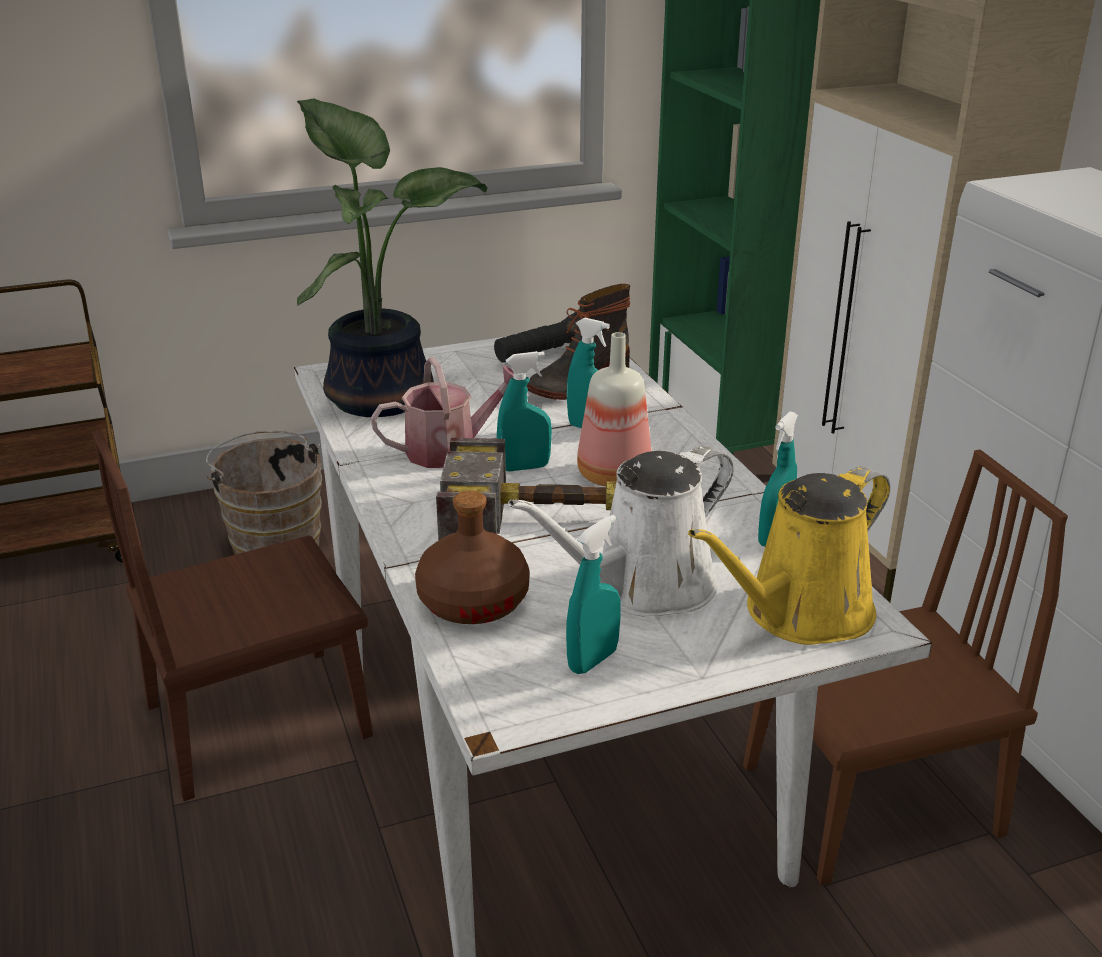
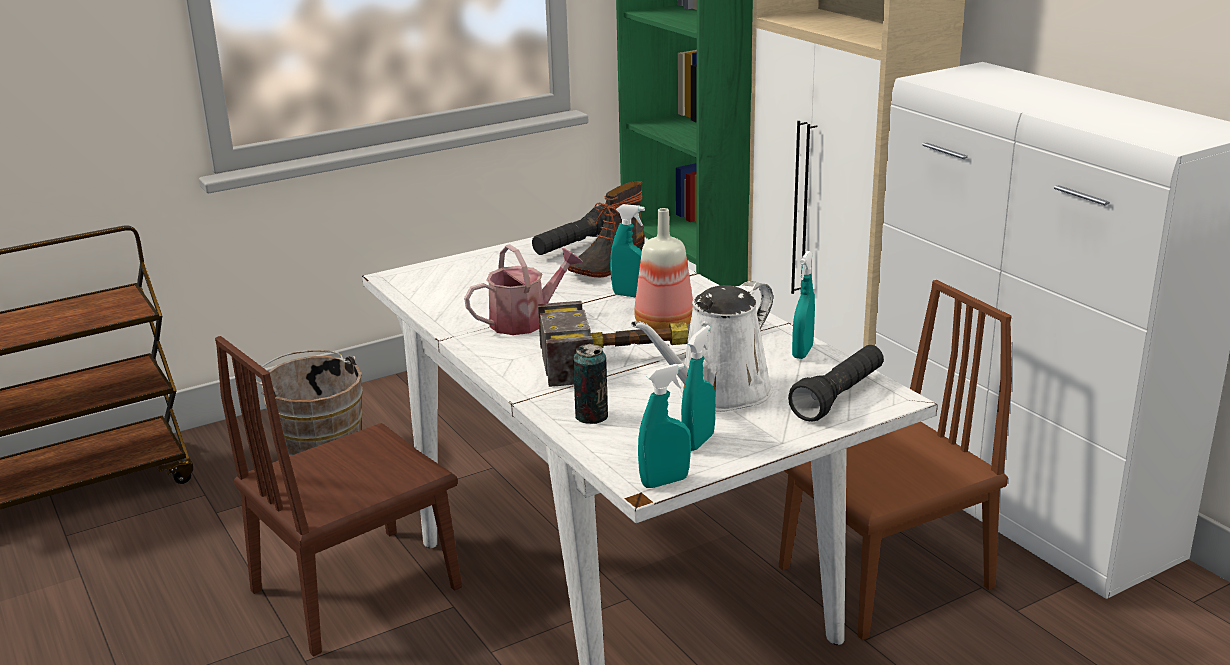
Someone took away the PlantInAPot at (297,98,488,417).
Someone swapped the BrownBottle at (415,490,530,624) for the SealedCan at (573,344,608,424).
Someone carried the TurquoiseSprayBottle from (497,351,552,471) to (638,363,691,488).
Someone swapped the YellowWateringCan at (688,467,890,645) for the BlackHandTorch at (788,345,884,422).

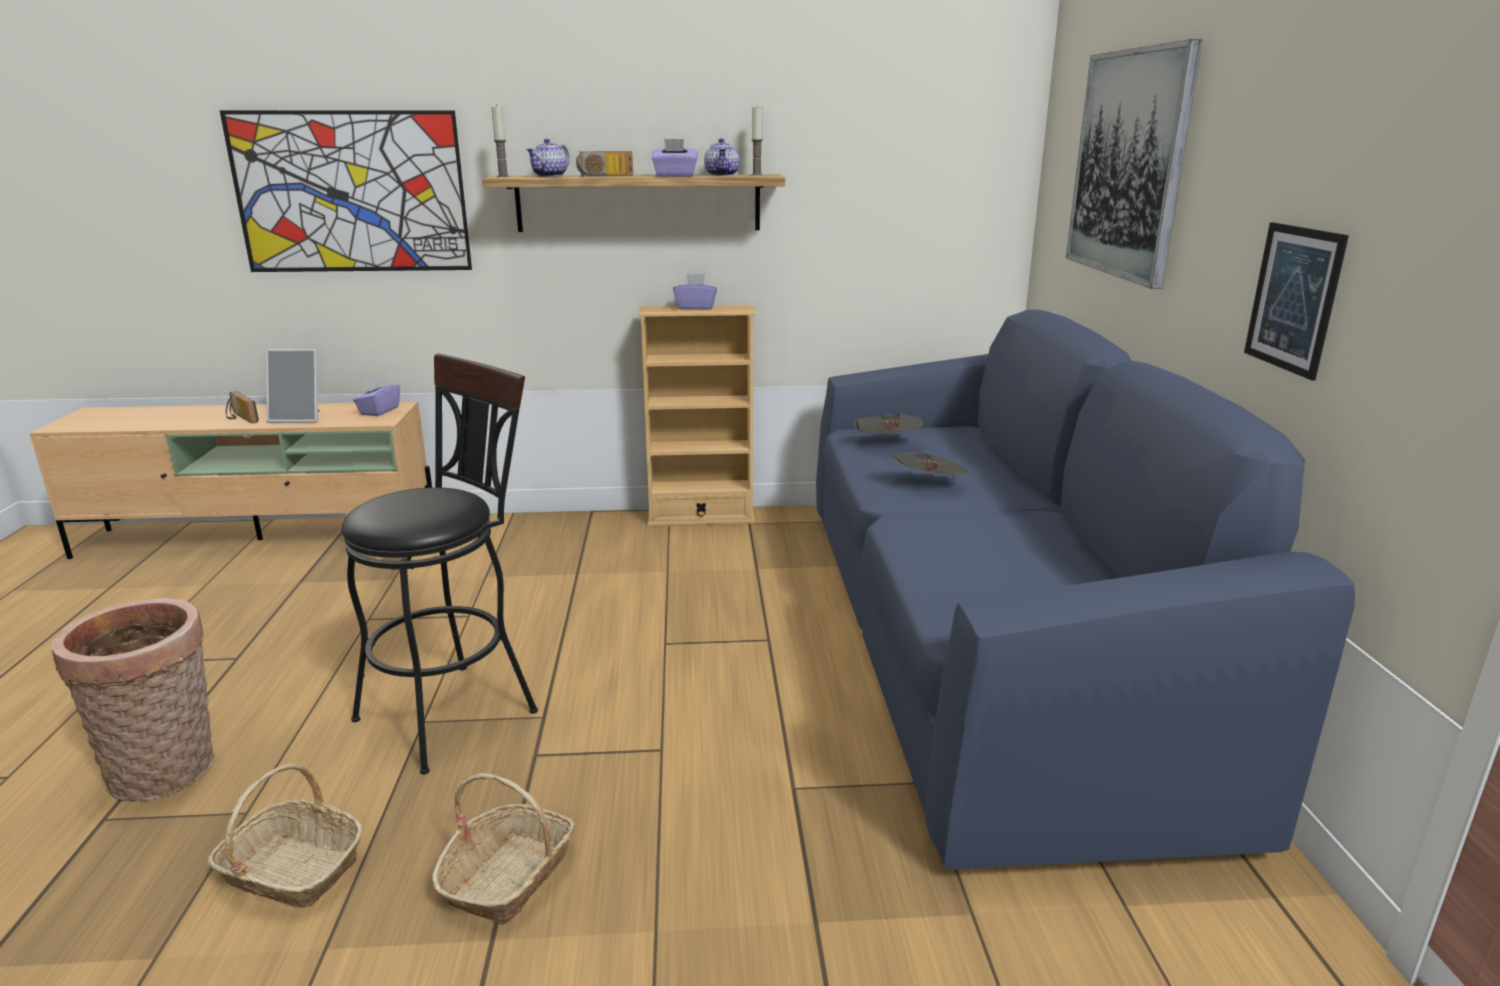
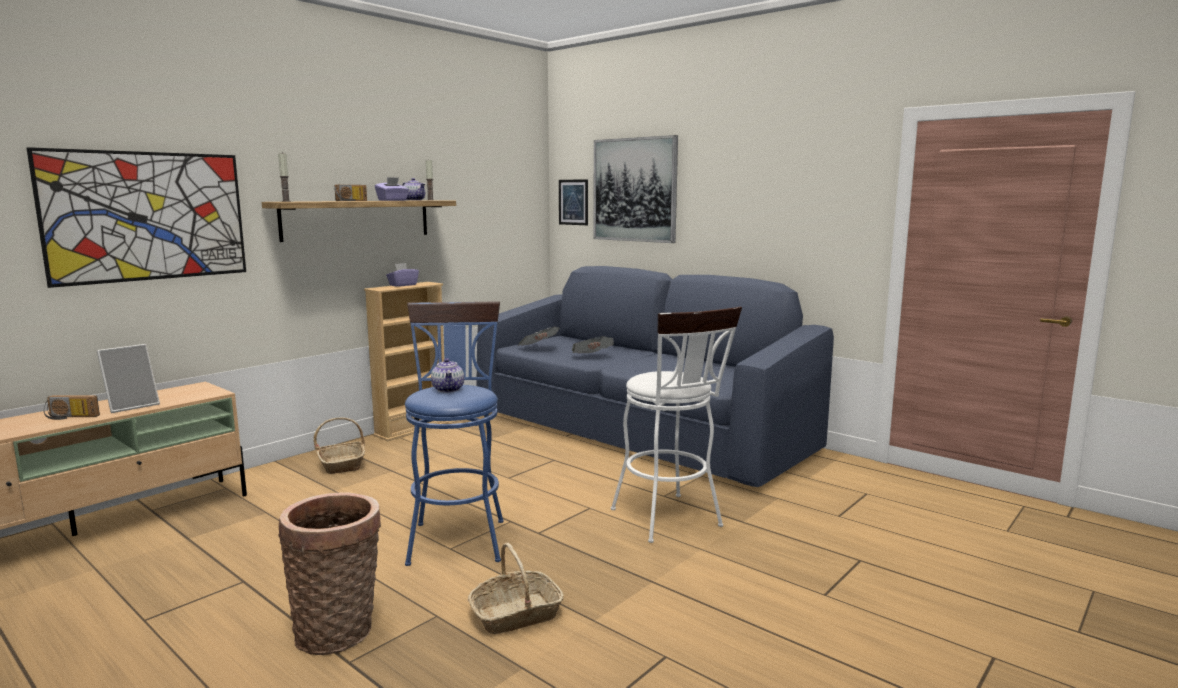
Someone repainted the BlackStool at (341,353,538,774), which became the BlueColouredStool at (405,301,504,566).
Someone took away the PurpleBoxOfTissues at (353,377,400,416).
Someone carried the Basket from (432,773,575,925) to (314,417,365,474).
Someone carried the Teapot from (526,138,570,177) to (431,358,464,392).
Someone carried the Picture from (1244,222,1349,381) to (559,179,588,225).
Someone put down the WhitishStool at (611,307,742,543).

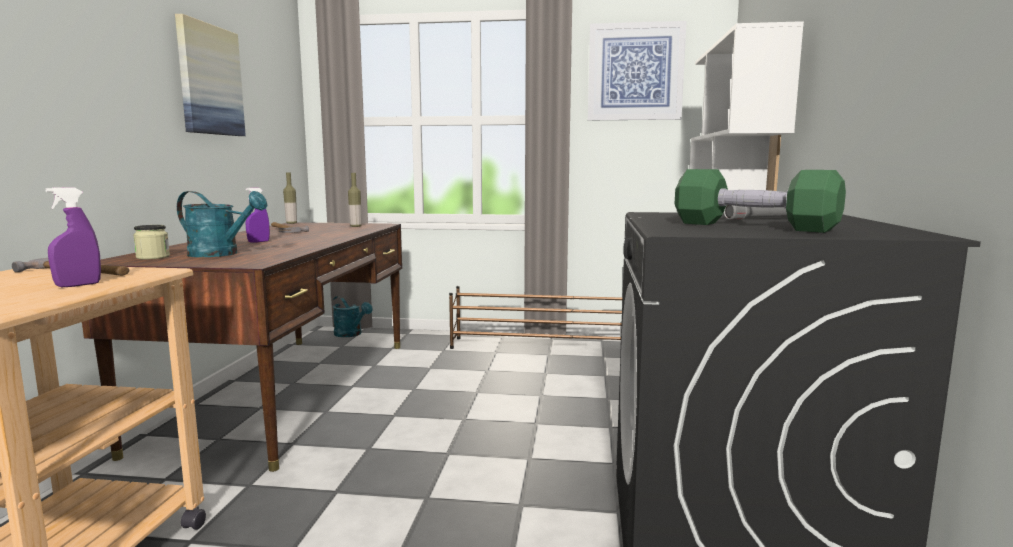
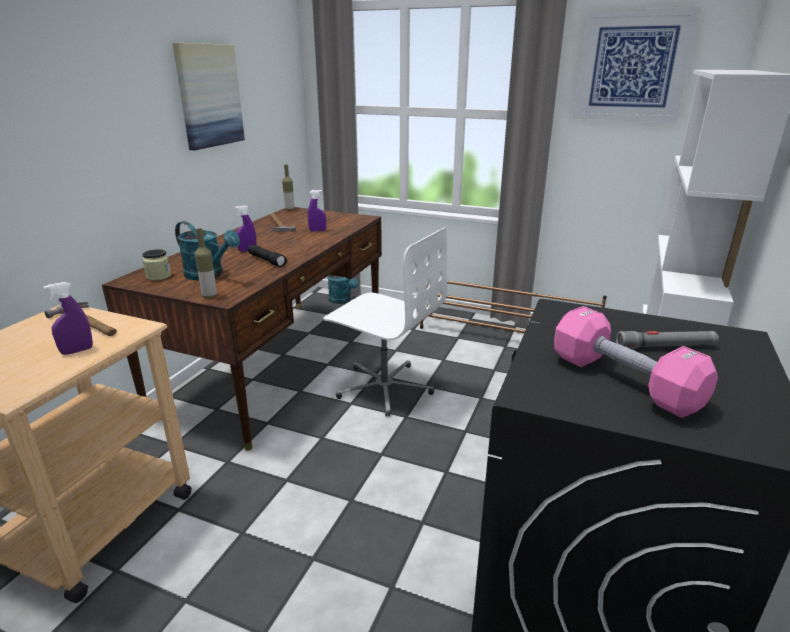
Someone carried the Bottle from (348,173,362,227) to (195,229,217,298).
Someone repainted the GreenDumbbell at (675,169,846,233), which became the PinkColouredDumbbell at (554,306,718,418).
Someone put down the BlackHandTorch at (248,245,287,267).
Someone put down the PurpleSprayBottle at (308,190,326,231).
Someone put down the WhitishDeskChair at (323,227,447,417).

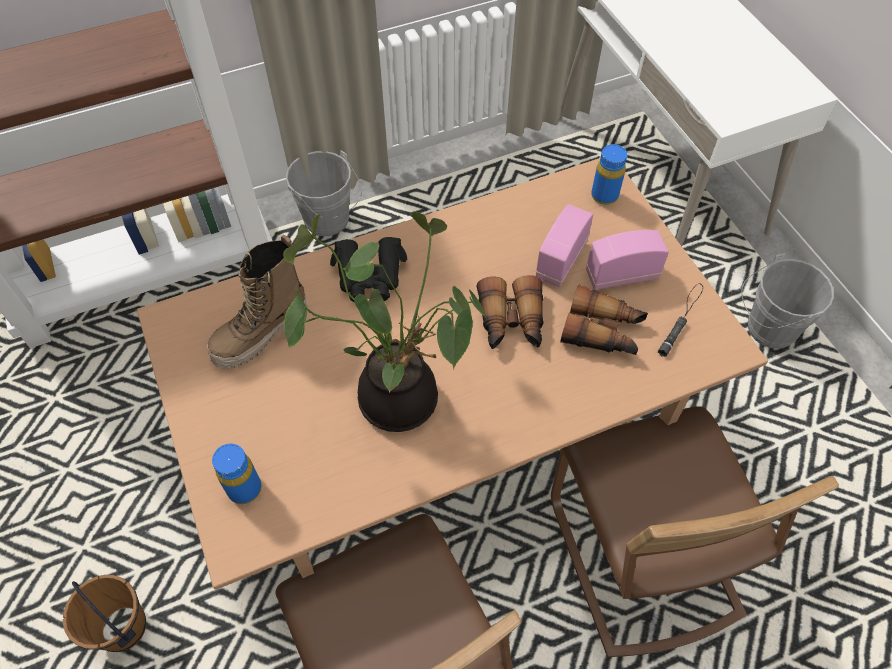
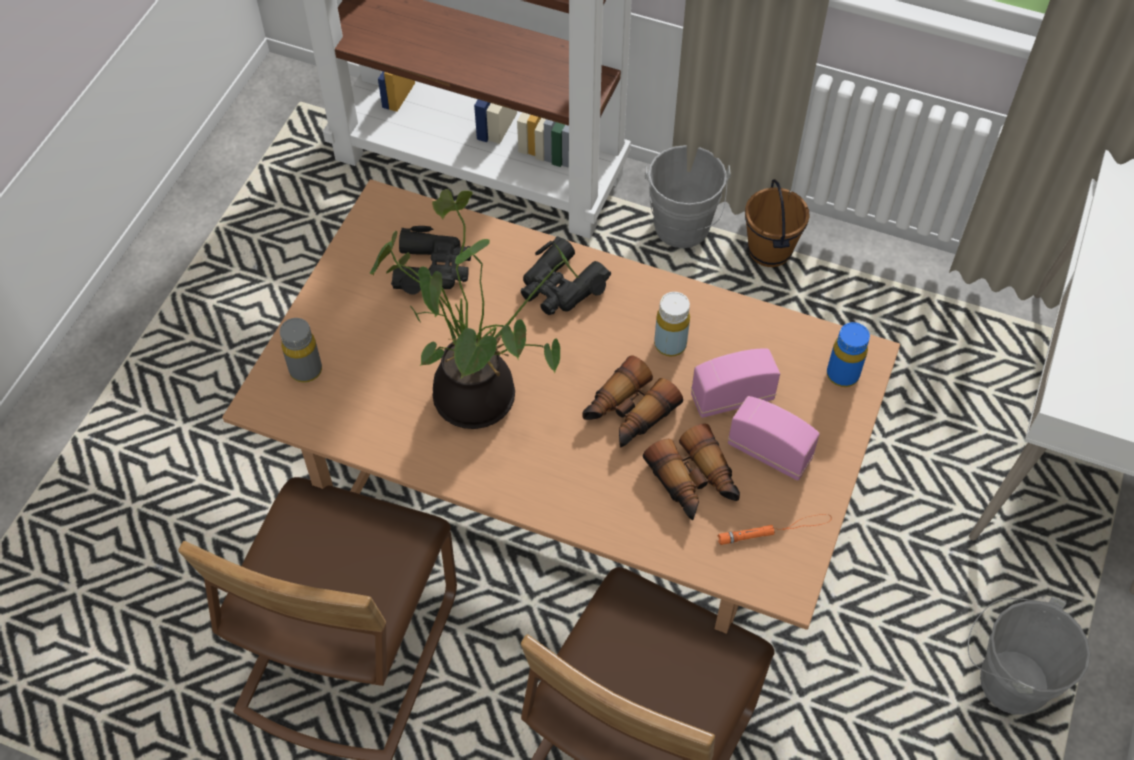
Someone carried the BrownPail from (63,575,146,652) to (745,179,810,267).
Someone swapped the HighTopBoot at (207,235,308,369) for the BlackBinoculars at (391,226,471,294).
Someone repainted the BlueColouredBottle at (212,444,262,504), which became the GreyBottle at (280,318,322,383).
Someone repainted the BlackHandTorch at (658,283,703,357), which became the OrangeColouredHandTorch at (717,514,832,545).
Someone put down the YellowBottle at (654,292,690,357).

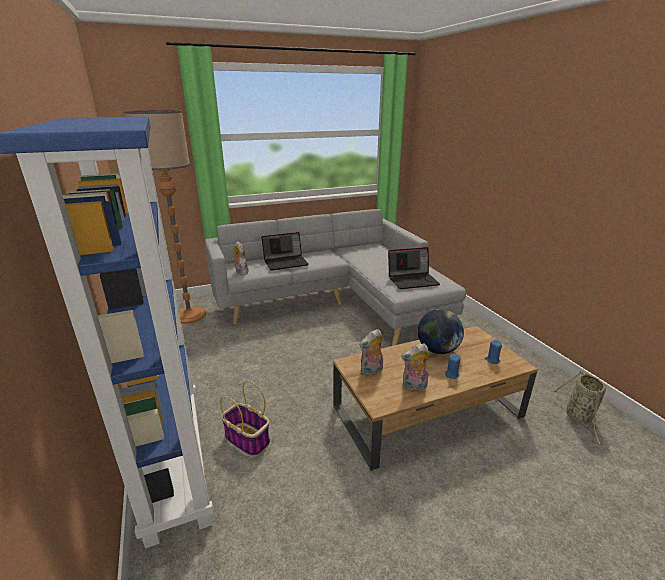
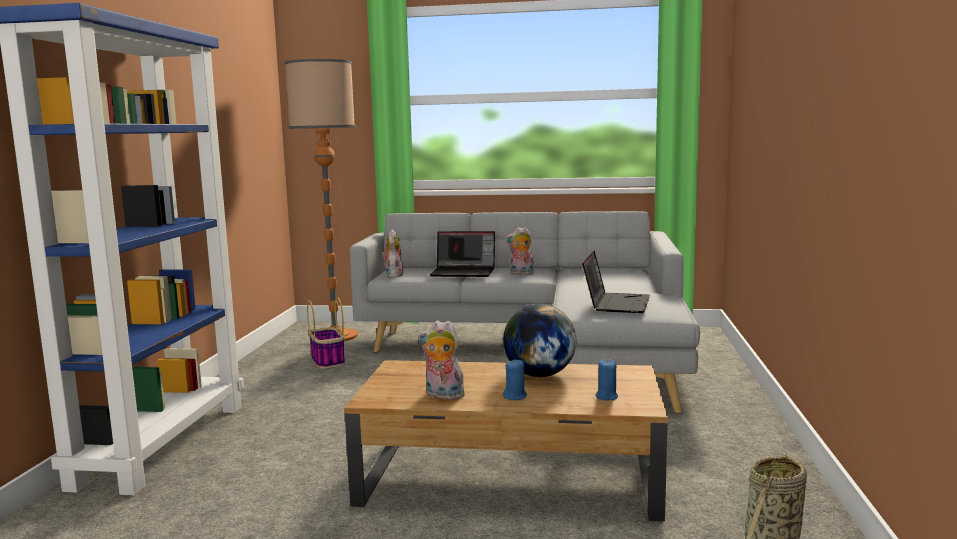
Someone carried the Basket from (220,381,270,457) to (307,297,345,369).
Someone carried the PlushToy from (359,329,383,376) to (505,227,534,275).
Someone rotated the Laptop at (388,247,440,289) by 90 degrees counterclockwise.

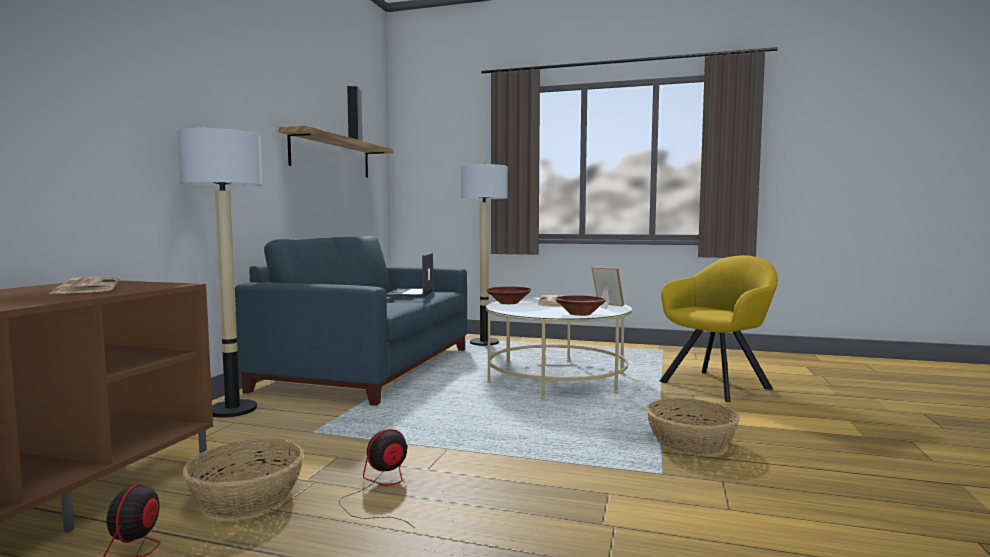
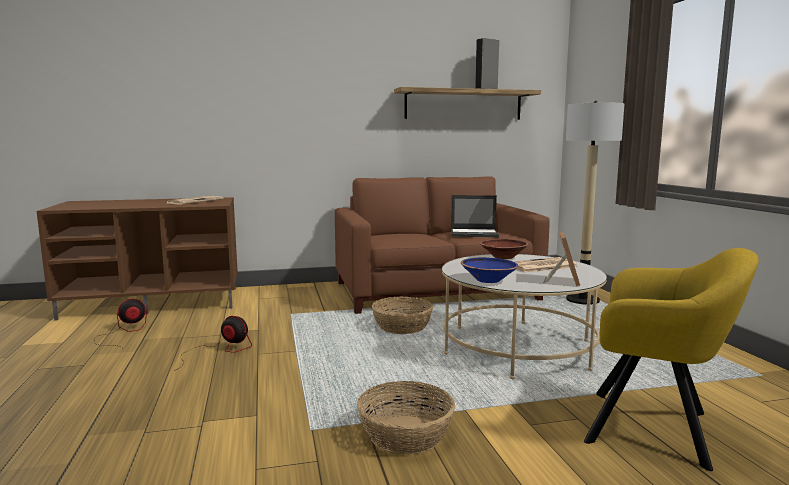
Someone took away the StandardLamp at (178,128,262,418).
Someone carried the Basket from (183,438,304,518) to (372,296,433,334).
Someone repainted the BlueColouredSofa at (235,236,467,406), which became the BrownSofa at (335,176,550,314).
Someone rotated the Laptop at (386,253,434,297) by 150 degrees counterclockwise.
Someone repainted the BrownServingBowl at (555,295,607,316), which became the BlueColouredServingBowl at (461,258,518,283).

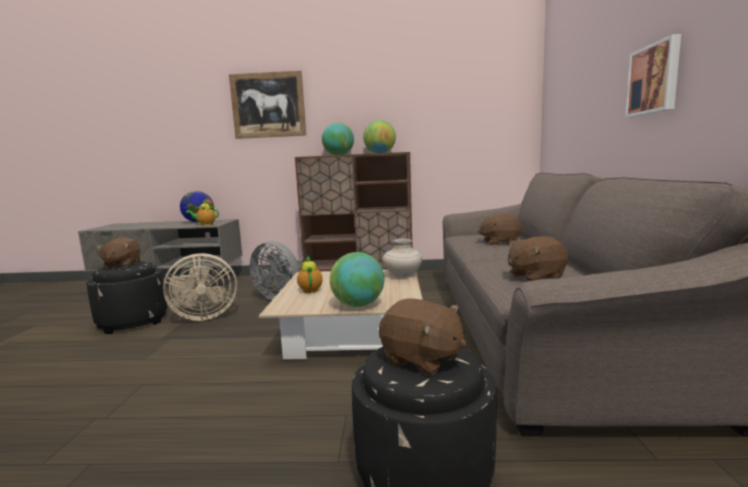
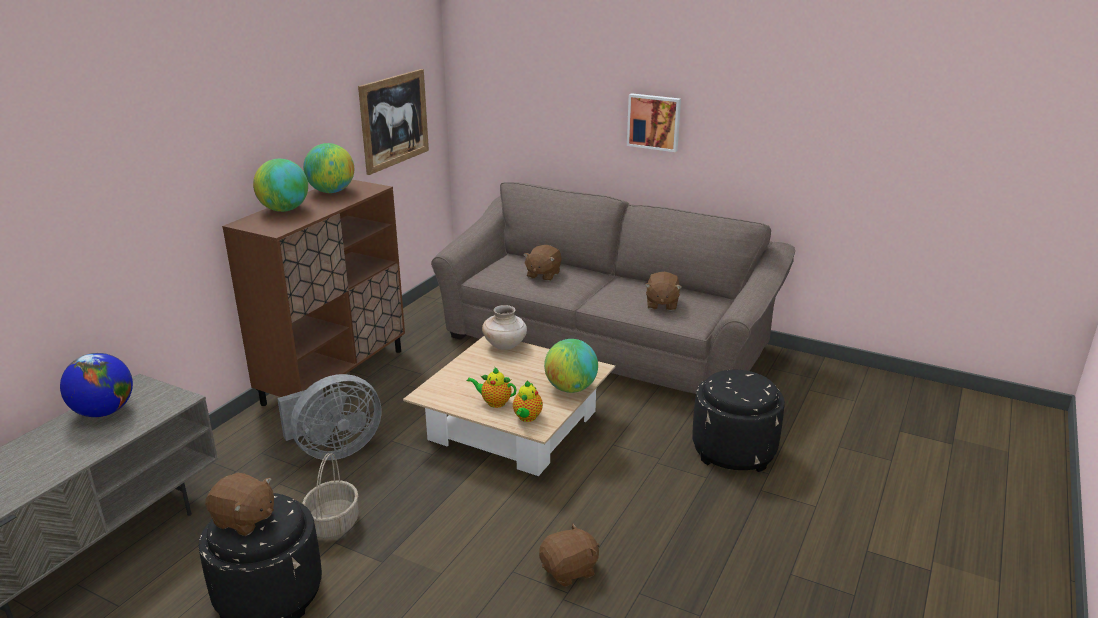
Someone swapped the BeigeColouredCoolingFan at (163,253,237,321) for the Basket at (302,453,358,539).
Someone carried the Teapot from (186,200,219,226) to (513,381,543,422).
Someone carried the Picture from (229,70,306,139) to (358,69,429,175).
Someone carried the BrownPlushToy from (379,299,467,375) to (539,524,599,587).

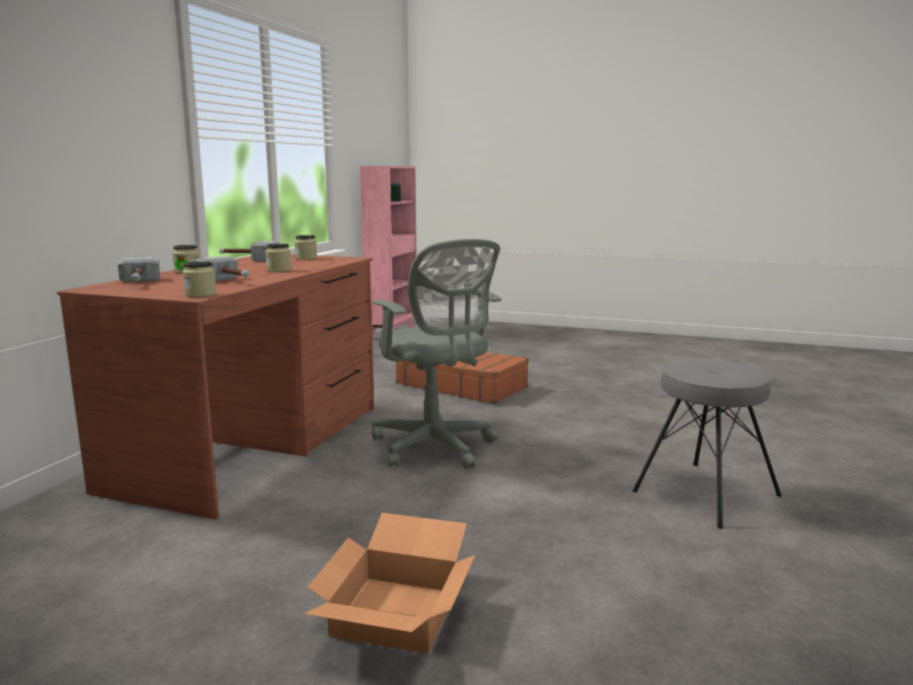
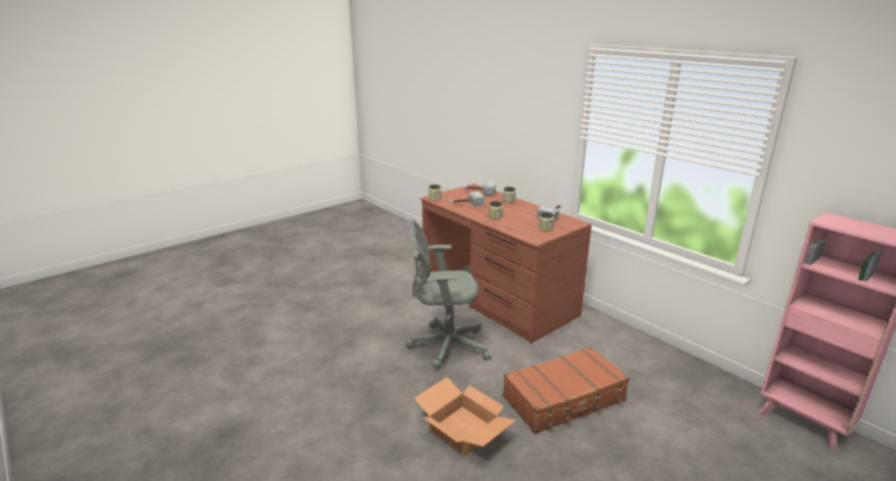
Someone carried the CardboardBox from (304,513,475,654) to (414,377,516,456).
Someone took away the GreyStool at (632,359,782,529).

